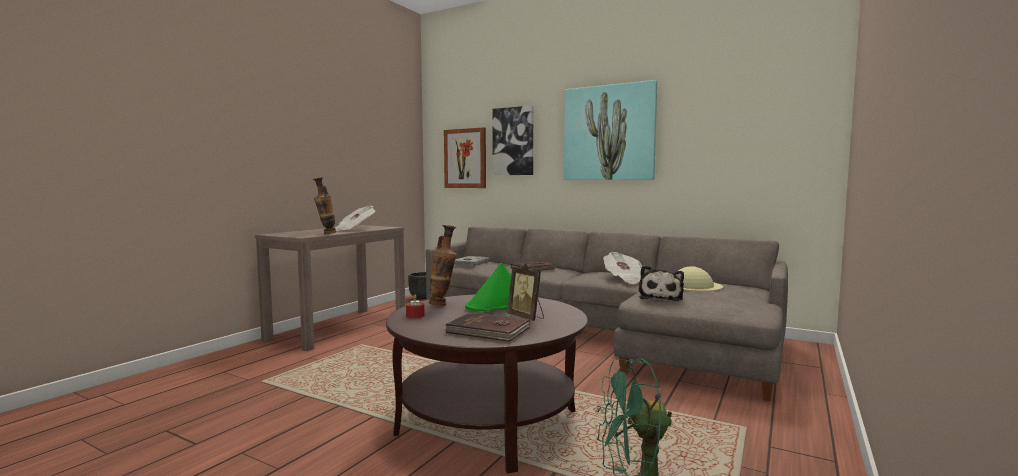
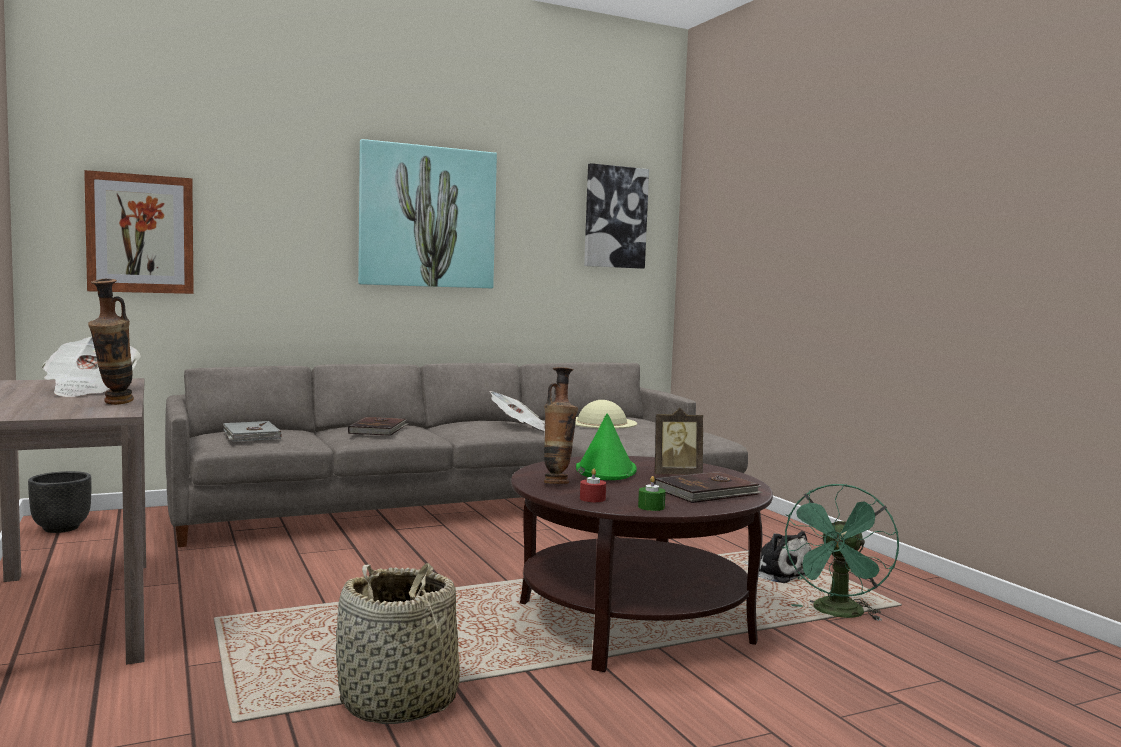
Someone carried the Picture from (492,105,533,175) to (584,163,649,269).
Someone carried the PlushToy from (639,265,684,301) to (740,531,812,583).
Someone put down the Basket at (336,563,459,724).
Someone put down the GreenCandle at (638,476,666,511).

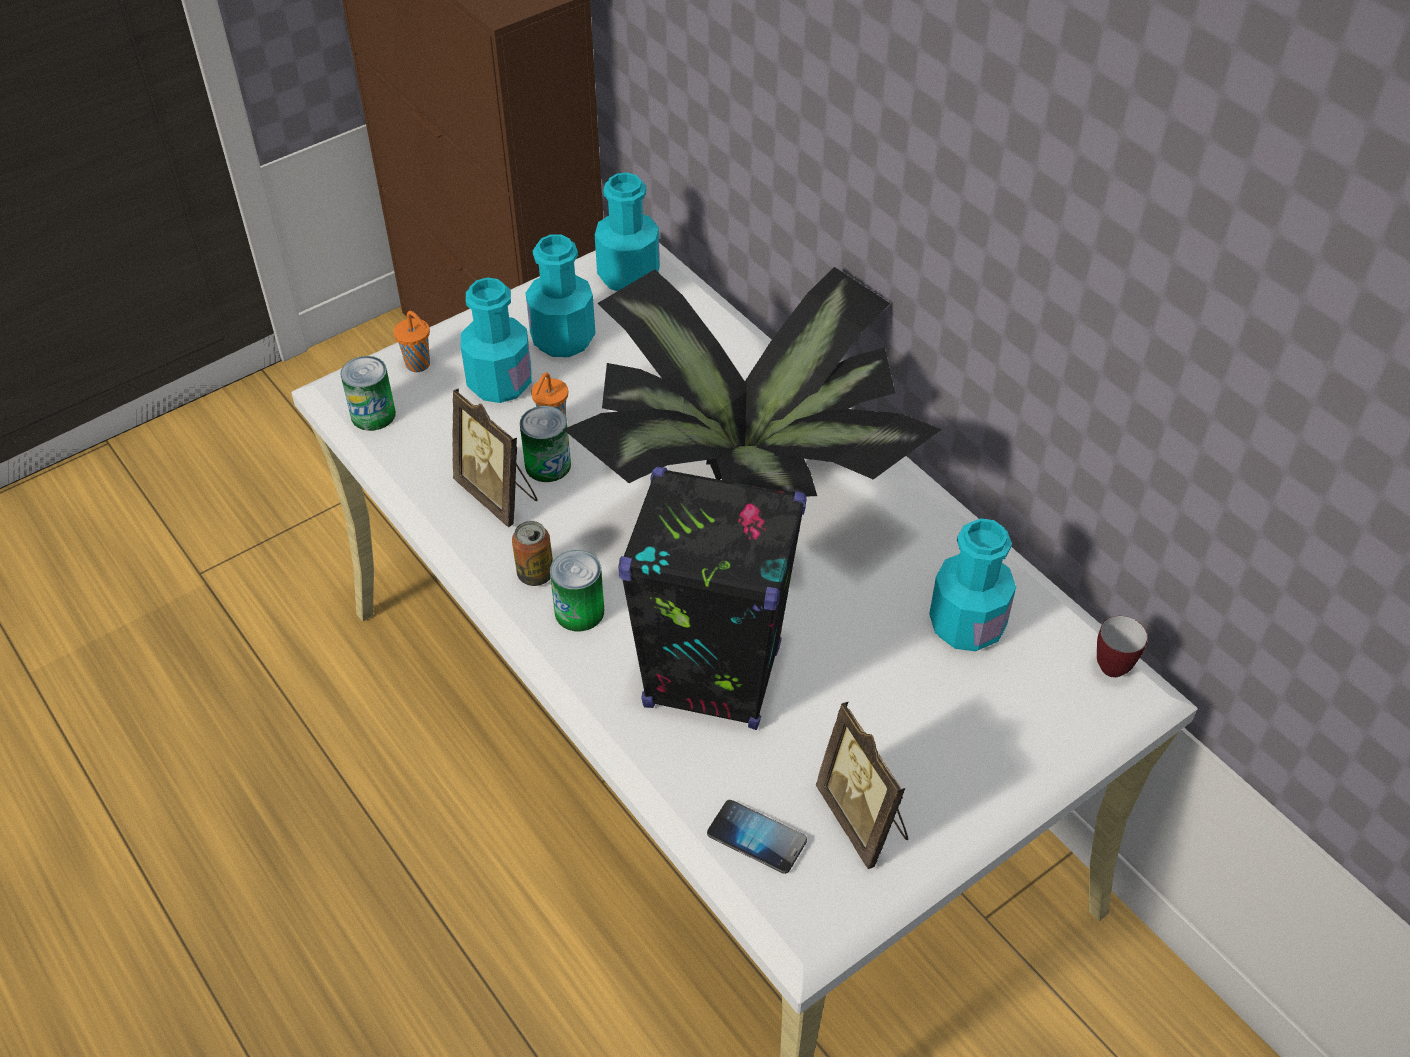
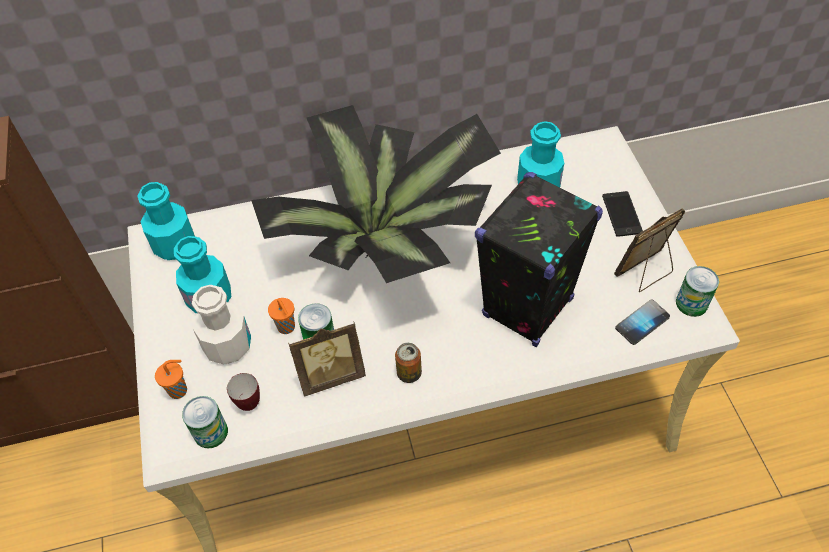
Someone repainted the TurquoiseBottle at (461,277,532,403), which became the WhitishBottle at (192,285,251,364).
Someone carried the SealedCan from (550,550,604,631) to (676,266,719,317).
Someone rotated the StandingFrame at (815,702,908,869) by 150 degrees clockwise.
Someone carried the TeaMug from (1097,616,1148,677) to (227,373,260,411).
Someone put down the Phone at (602,191,643,237).

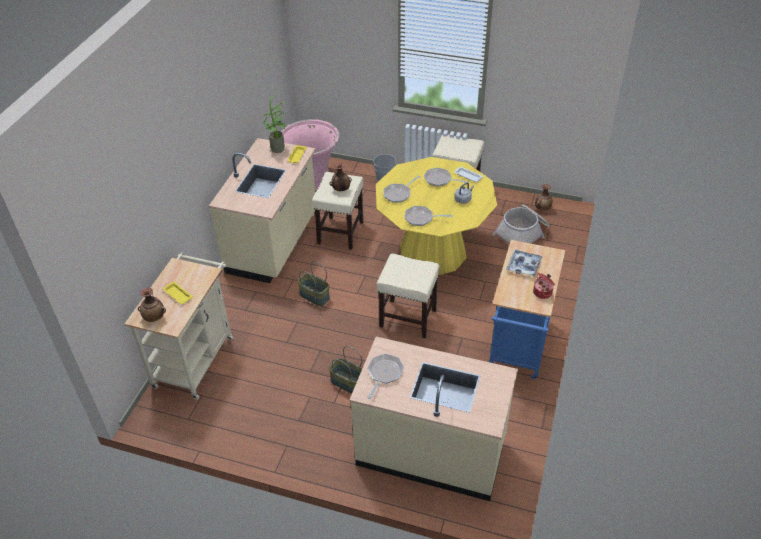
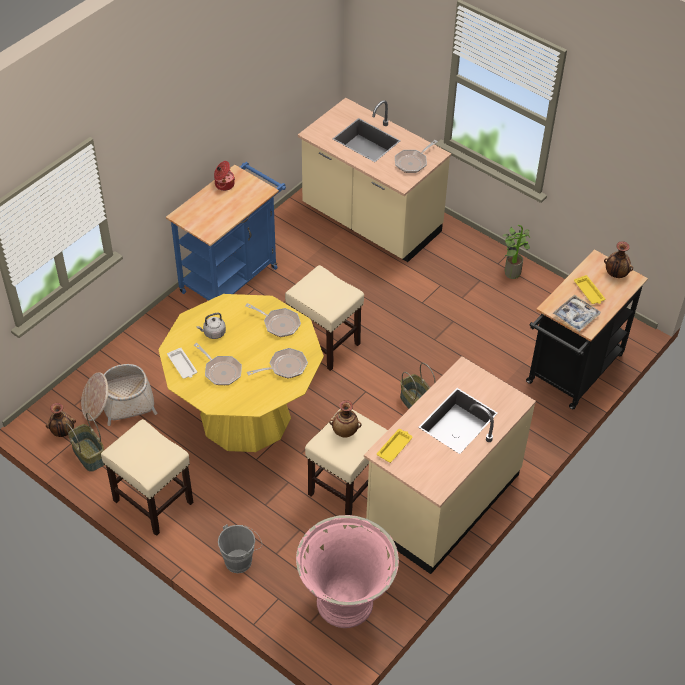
Someone repainted the BeigeColouredTrolley at (125,253,234,399), which became the BlackTrolley at (526,249,648,409).
Someone carried the PlantInAPot from (264,95,286,153) to (502,225,530,279).
Someone carried the Basket from (329,346,362,394) to (66,413,105,472).
Someone carried the ServingTray from (506,249,542,277) to (553,295,600,332).

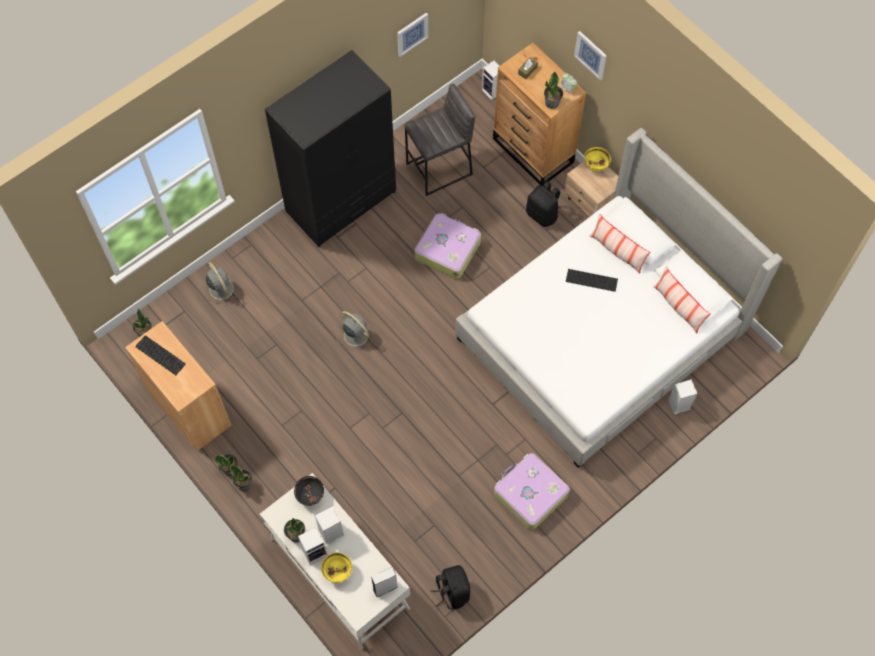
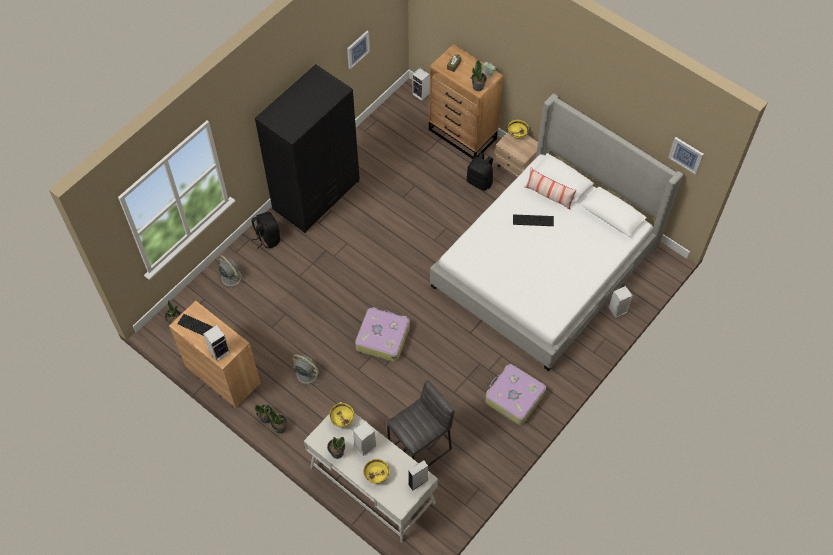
Someone repainted the BlackServingBowl at (294,476,324,506), which became the YellowServingBowl at (330,403,354,427).
Someone carried the Speaker from (298,527,327,565) to (203,325,230,361).
Someone carried the GreyCoolingFan from (336,311,374,351) to (290,355,323,386).
Someone carried the GreyStool from (405,83,475,196) to (387,380,454,467).
Someone carried the TravelCase from (415,213,481,279) to (355,307,410,362).
Someone carried the BlackRucksack from (430,565,471,610) to (251,212,280,249).
Someone carried the Picture from (574,31,607,80) to (668,137,704,175).
Someone took away the Pillow at (653,267,710,333).

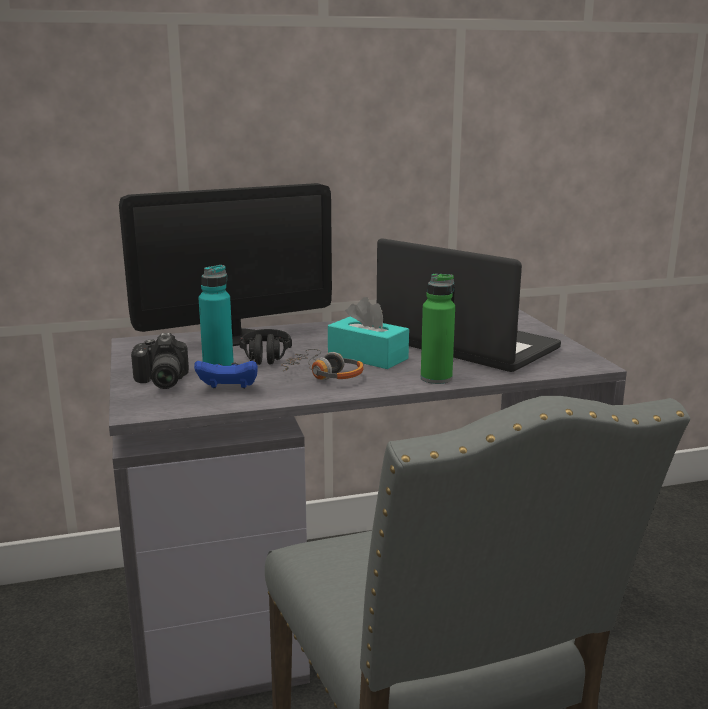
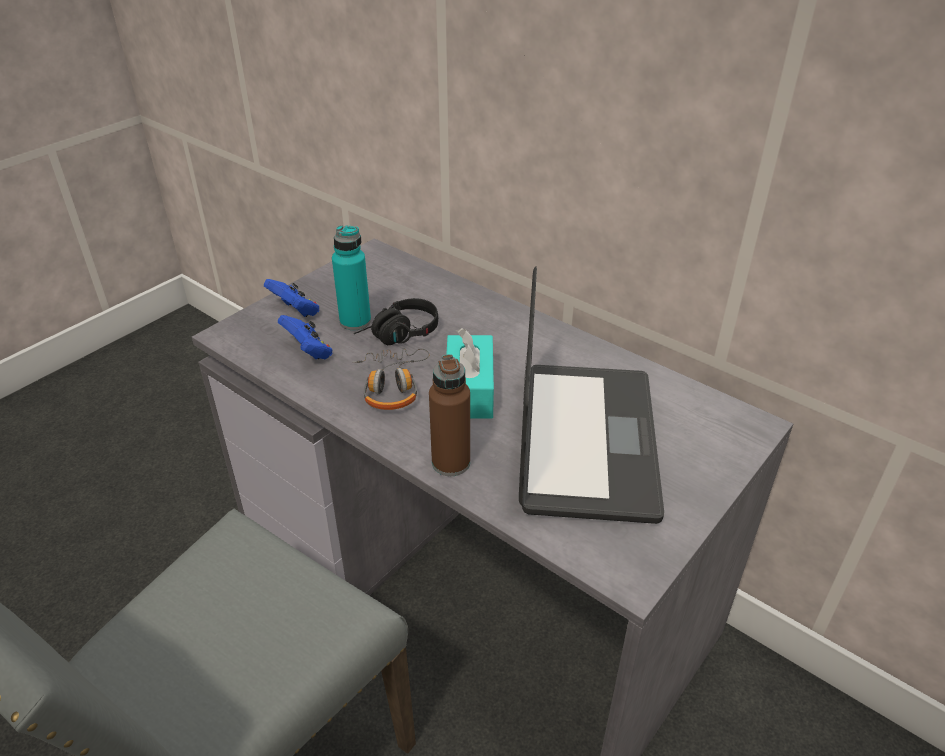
Someone took away the ComputerDisplay at (119,183,332,346).
Someone swapped the PhotoCamera at (131,333,189,389) for the BlueColouredJoypad at (264,279,319,317).
Someone repainted the GreenBottle at (421,273,455,384), which became the BrownBottle at (429,354,470,476).

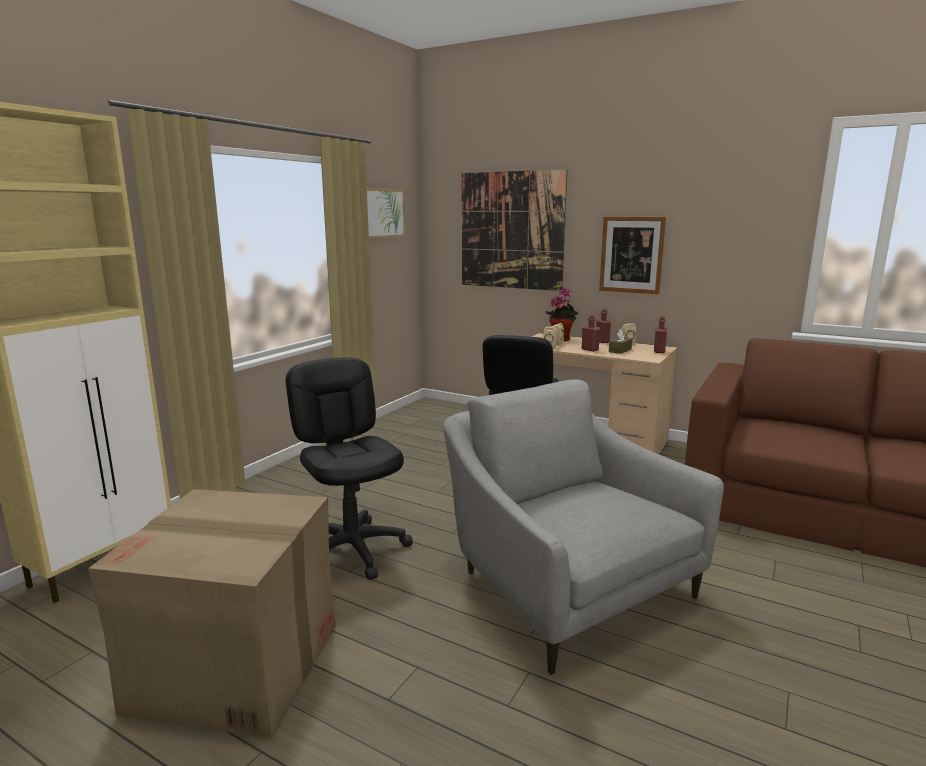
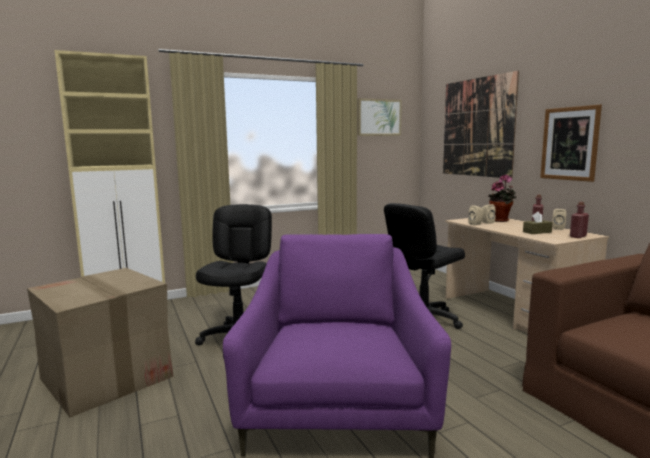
Someone repainted the GreyLoungeChair at (443,379,724,675), which became the PurpleLoungeChair at (223,234,451,458).
Someone took away the ReddishBottle at (582,315,601,352).

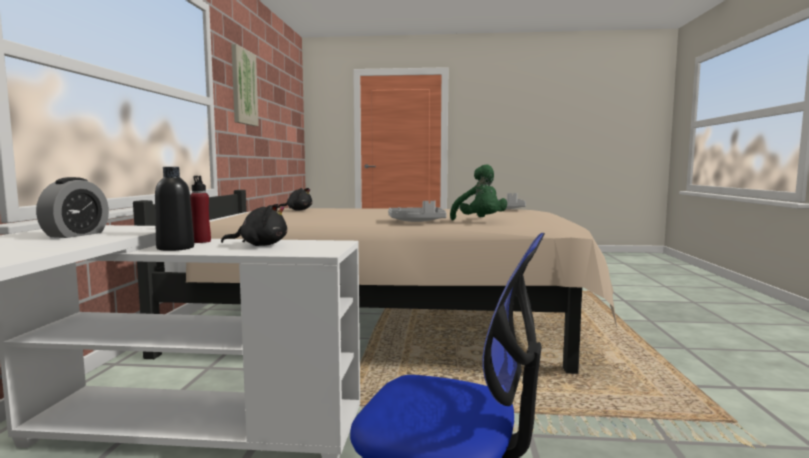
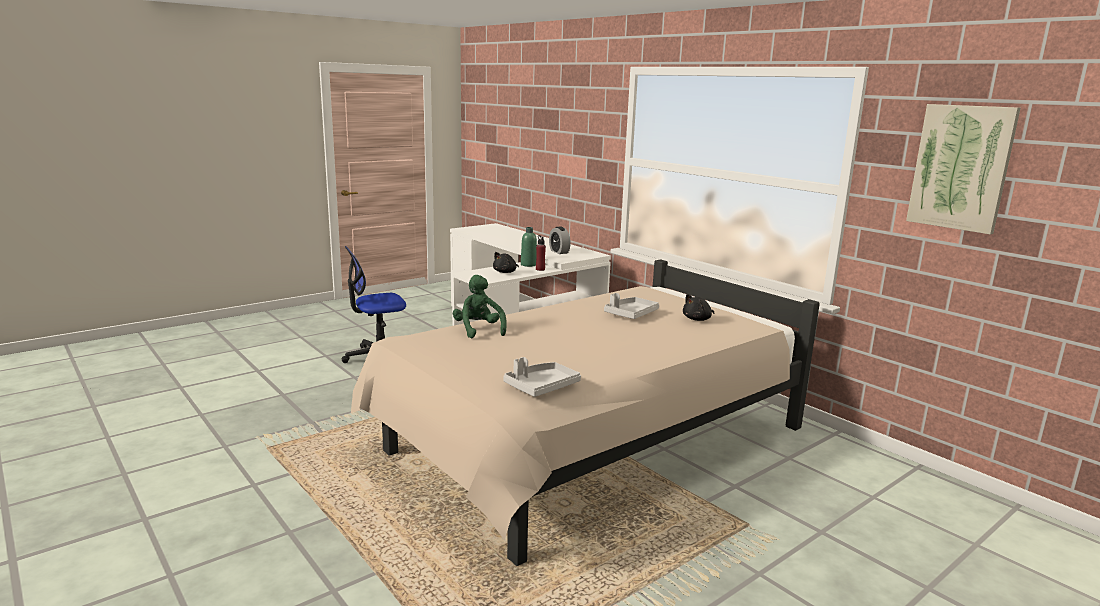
Someone repainted the BlackBottle at (155,167,194,251), which became the GreenBottle at (521,227,537,267).
Someone carried the GreyServingTray from (388,201,447,222) to (604,293,659,319).
Someone rotated the GreenPlushToy at (450,164,507,220) by 45 degrees clockwise.

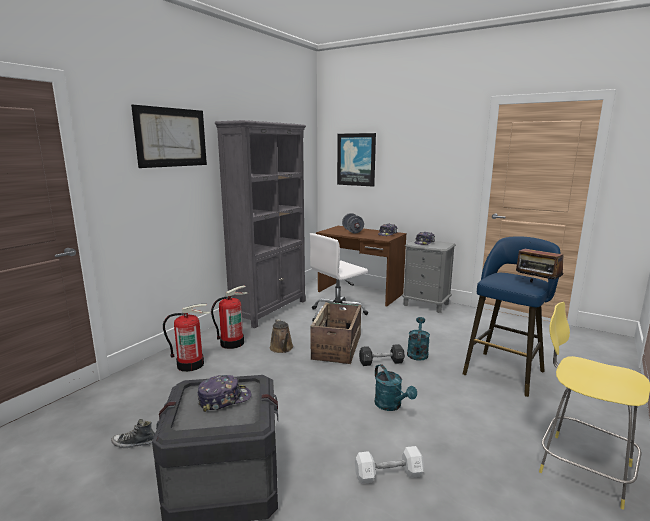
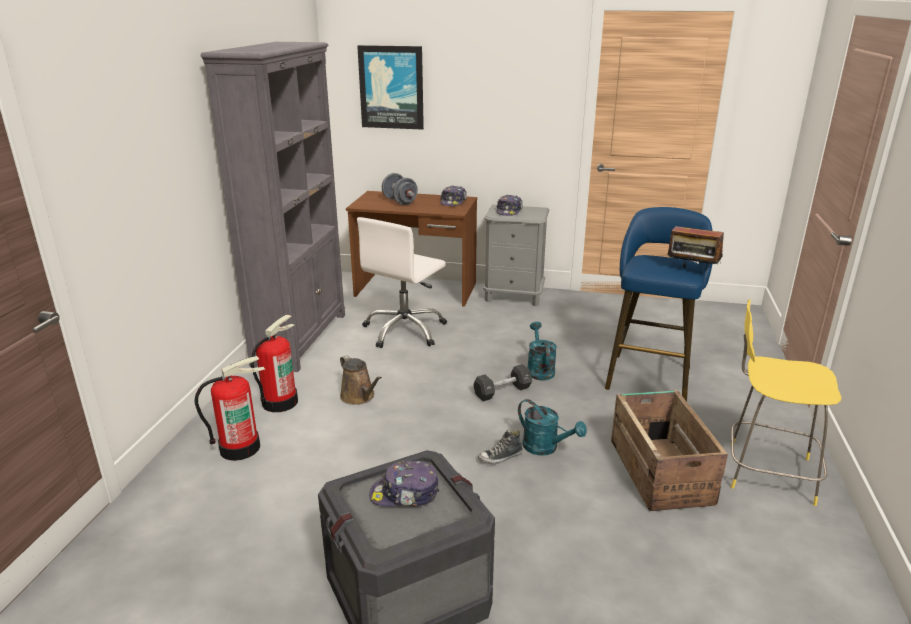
Someone carried the ItemOfFootwear from (111,419,155,448) to (478,430,523,464).
Someone took away the Picture at (131,104,207,168).
Someone rotated the PeakedCap at (197,375,252,412) by 135 degrees counterclockwise.
Someone carried the PackingCrate from (310,302,361,364) to (611,390,728,511).
Someone took away the WhitishDumbbell at (355,446,424,484).

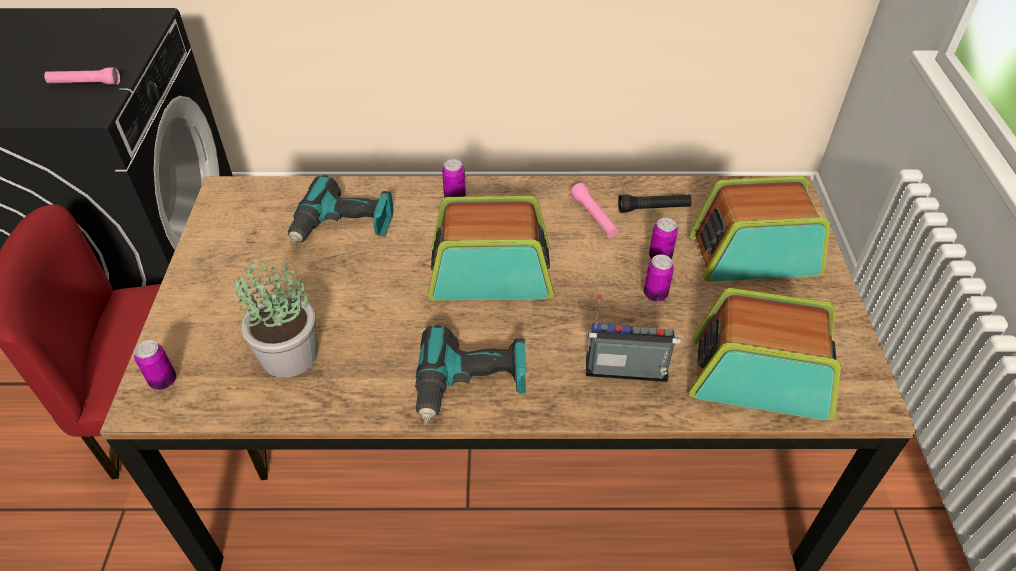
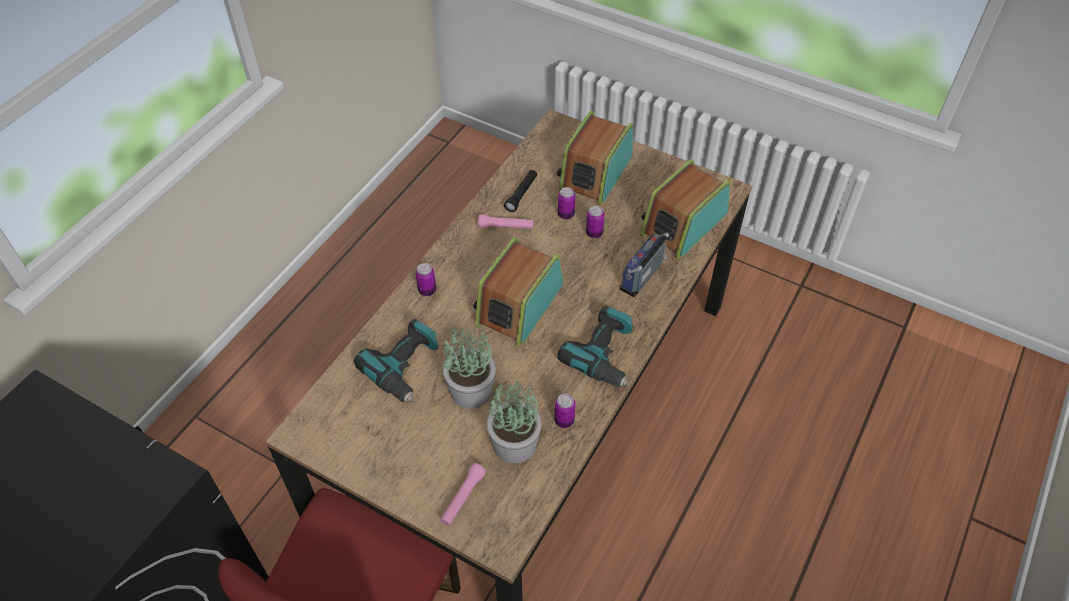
Someone carried the PinkColouredHandTorch from (44,67,120,85) to (440,463,487,526).
Someone carried the SealedCan from (134,340,176,390) to (555,394,576,428).
Someone put down the PlantInAPot at (443,326,496,409).

